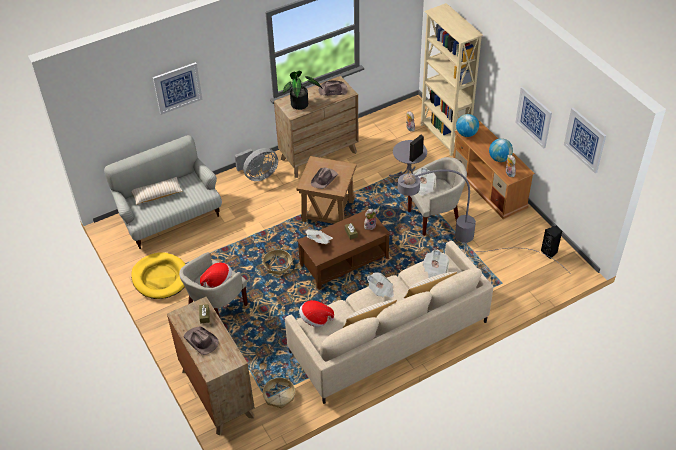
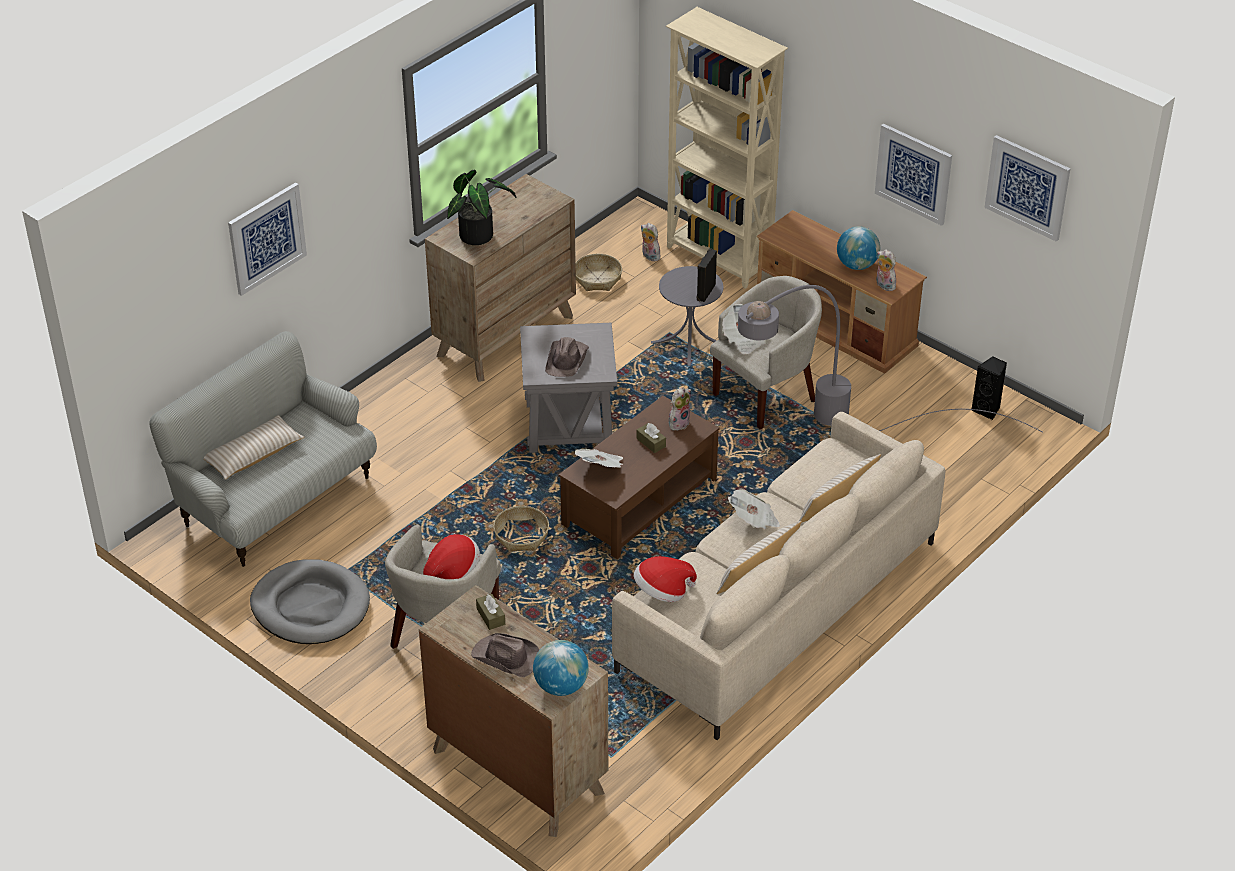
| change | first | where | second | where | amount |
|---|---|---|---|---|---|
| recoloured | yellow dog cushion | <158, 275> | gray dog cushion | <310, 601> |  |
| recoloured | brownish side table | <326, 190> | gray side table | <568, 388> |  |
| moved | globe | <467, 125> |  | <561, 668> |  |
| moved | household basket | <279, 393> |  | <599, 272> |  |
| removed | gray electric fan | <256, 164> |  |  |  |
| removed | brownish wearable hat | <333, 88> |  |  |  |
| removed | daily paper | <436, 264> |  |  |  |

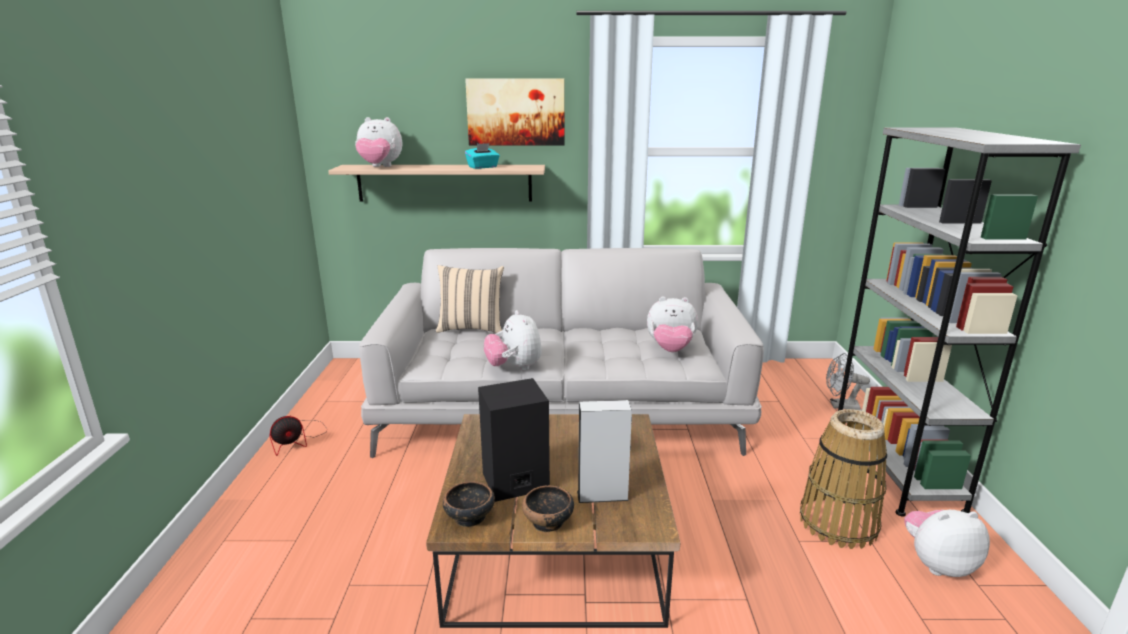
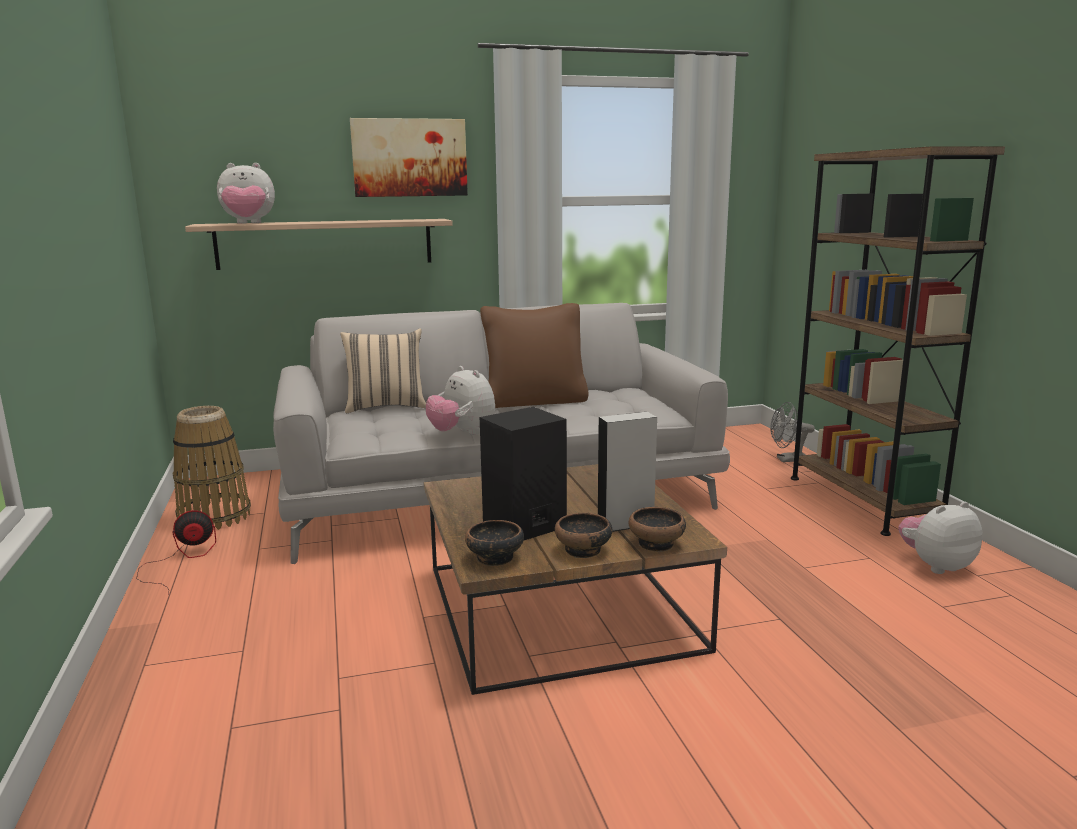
| change | first | where | second | where | amount |
|---|---|---|---|---|---|
| turned | electric fan | <298, 435> |  | <176, 552> | 150 degrees counterclockwise |
| moved | household basket | <843, 479> |  | <212, 468> |  |
| added |  |  | brownish pillow | <534, 355> |  |
| added |  |  | bowl | <657, 529> |  |
| recoloured | gray bookcase | <959, 322> | brownish bookcase | <898, 341> |  |
| removed | turquoise tissue box | <482, 156> |  |  |  |
| removed | plush toy | <672, 324> |  |  |  |

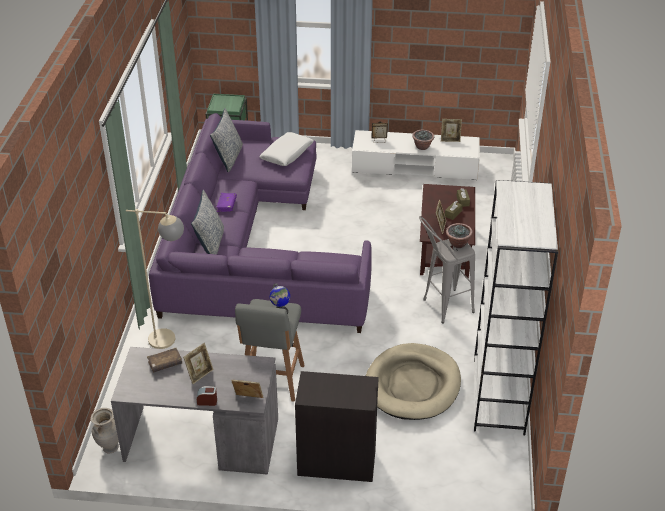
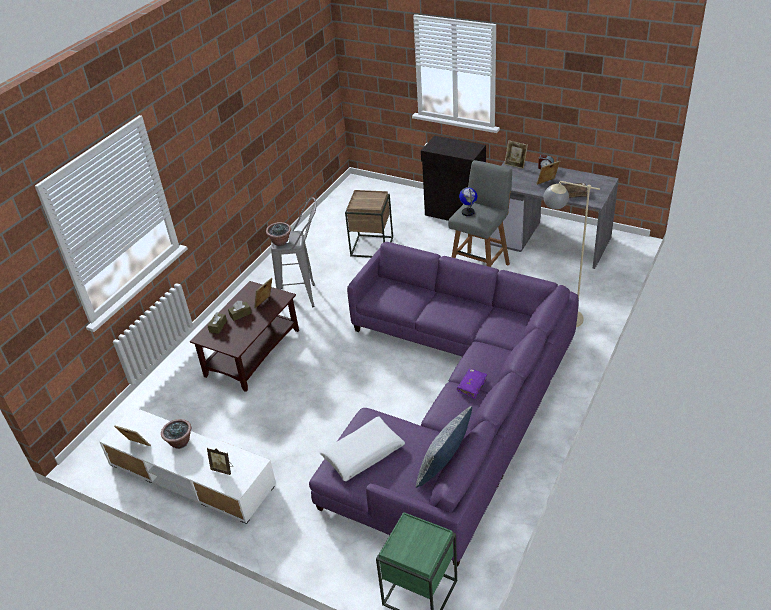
| change | first | where | second | where | amount |
|---|---|---|---|---|---|
| replaced | beige-coloured dog cushion | <413, 381> | brownish side table | <369, 224> |  |
| removed | beige-coloured flower vase | <105, 431> |  |  |  |
| removed | pillow | <207, 222> |  |  |  |
| removed | white-coloured bookcase | <516, 307> |  |  |  |

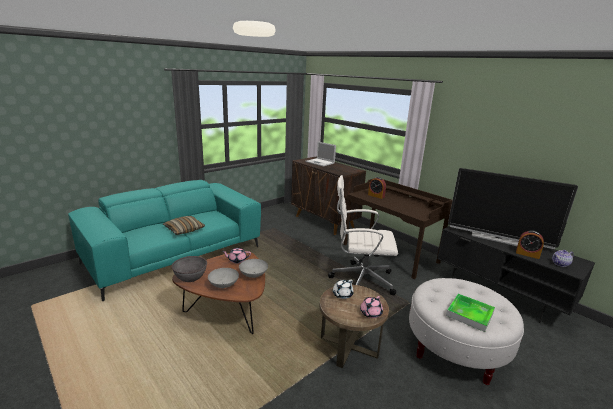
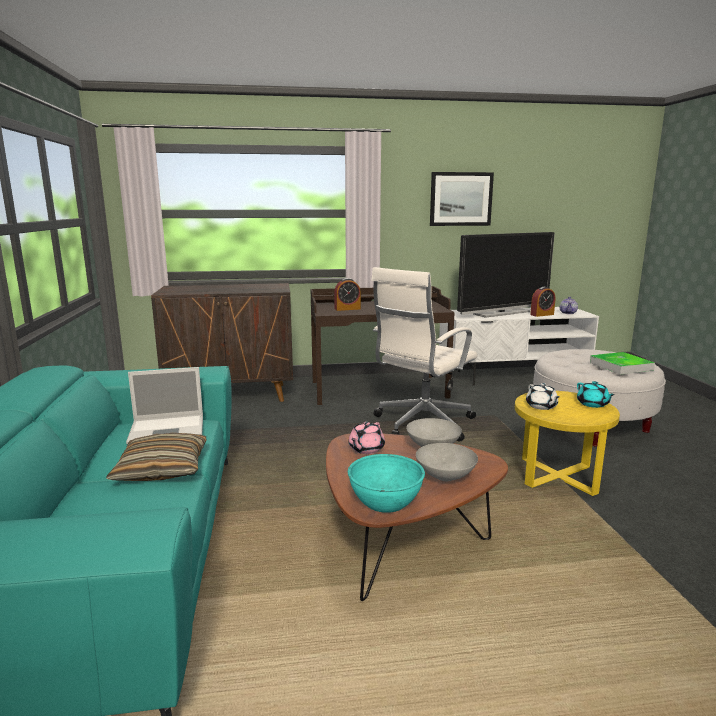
| change | first | where | second | where | amount |
|---|---|---|---|---|---|
| moved | notebook computer | <320, 154> |  | <164, 405> |  |
| recoloured | gray bowl | <189, 269> | turquoise bowl | <386, 483> |  |
| added |  |  | wall picture | <462, 199> |  |
| recoloured | black tv unit | <516, 274> | white-coloured tv unit | <519, 346> |  |
| recoloured | brownish side table | <354, 326> | yellow side table | <567, 443> |  |
| recoloured | pinkish tea pot | <371, 307> | turquoise tea pot | <596, 394> |  |

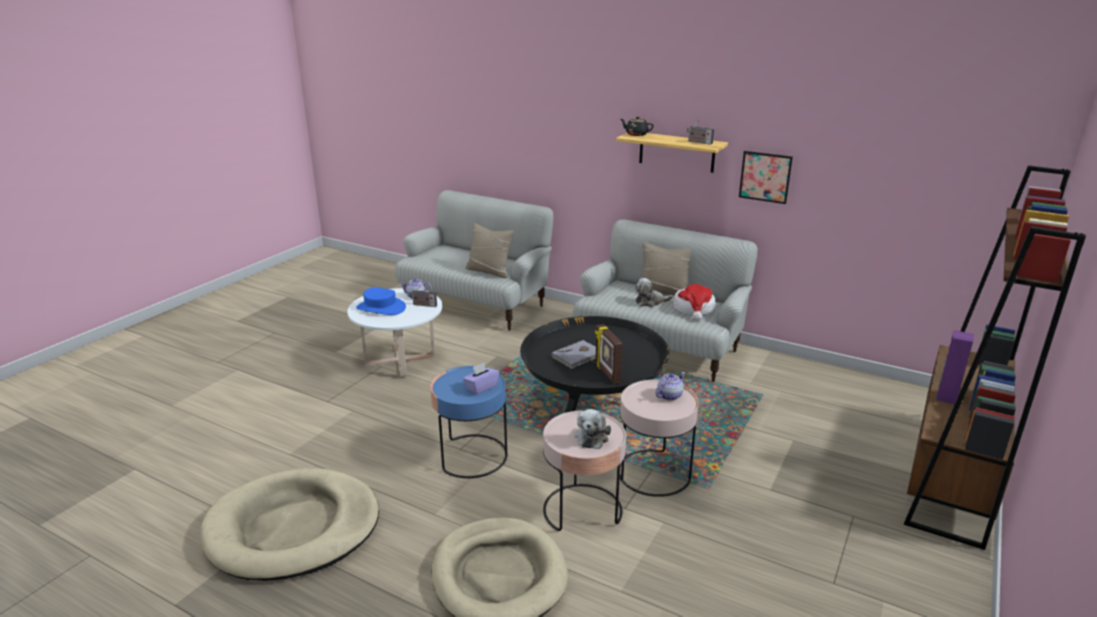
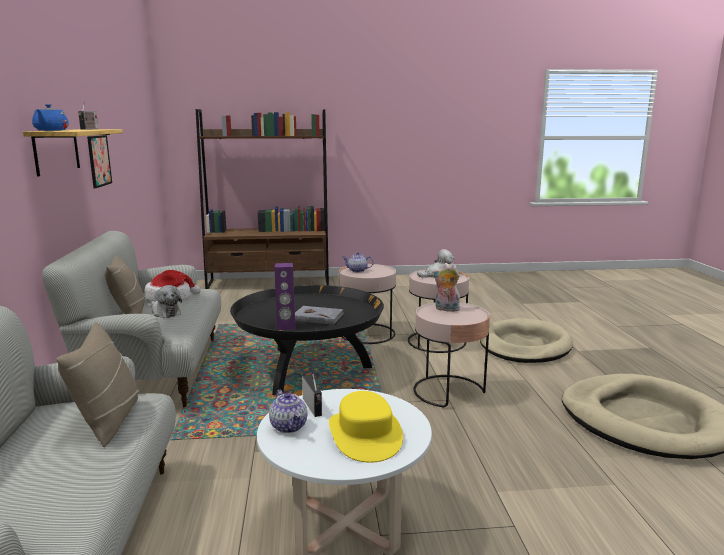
| change | first | where | second | where | amount |
|---|---|---|---|---|---|
| recoloured | black tea pot | <637, 126> | blue tea pot | <50, 117> |  |
| moved | purplish speaker | <955, 367> |  | <284, 296> |  |
| recoloured | blue wearable hat | <381, 301> | yellow wearable hat | <366, 427> |  |
| recoloured | blue side table | <468, 422> | pinkish side table | <451, 354> |  |
| replaced | purplish tissue box | <481, 378> | plush toy | <446, 287> |  |
| removed | standing frame | <609, 354> |  |  |  |

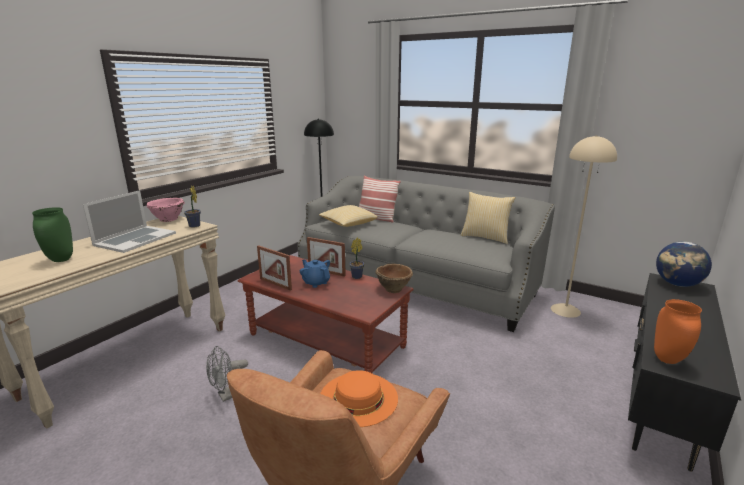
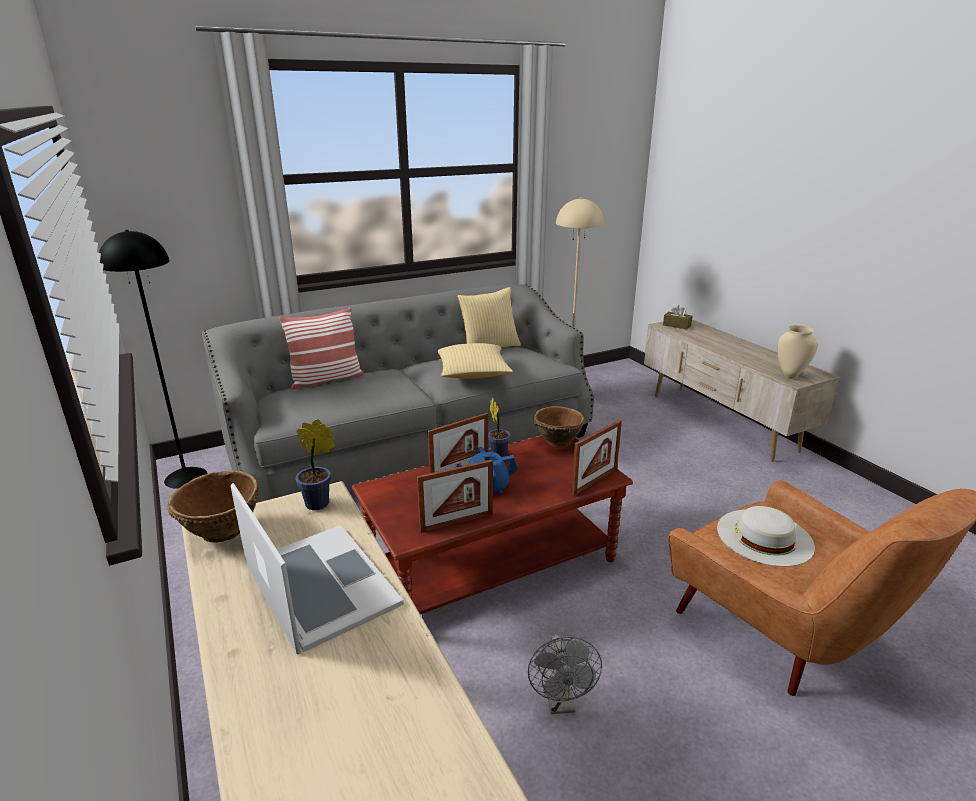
| change | first | where | second | where | amount |
|---|---|---|---|---|---|
| recoloured | pinkish bowl | <165, 210> | brownish bowl | <213, 506> |  |
| moved | pillow | <348, 216> |  | <475, 361> |  |
| added |  |  | standing frame | <596, 458> |  |
| recoloured | black tv unit | <684, 372> | beige-coloured tv unit | <742, 391> |  |
| replaced | globe | <684, 264> | brownish tissue box | <677, 317> |  |
| recoloured | orange-coloured wearable hat | <359, 398> | white-coloured wearable hat | <766, 536> |  |
| recoloured | orange-coloured flower vase | <678, 331> | beige-coloured flower vase | <797, 352> |  |
| removed | green flower vase | <52, 234> |  |  |  |

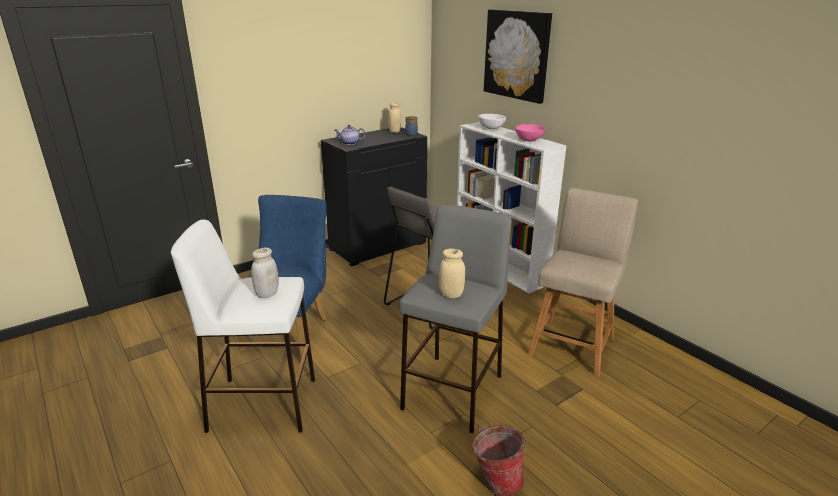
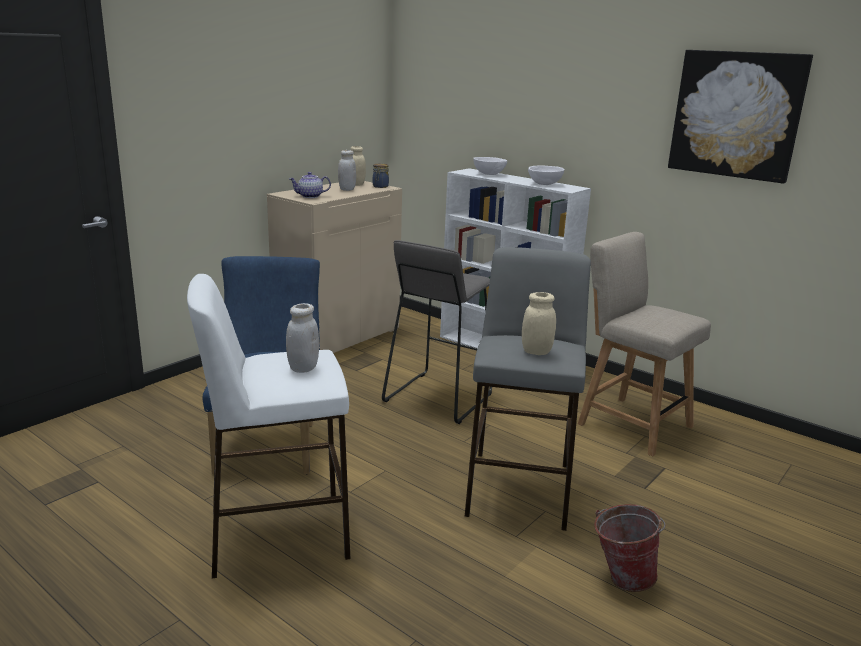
| change | first | where | second | where | amount |
|---|---|---|---|---|---|
| recoloured | black cabinet | <374, 197> | beige-coloured cabinet | <334, 267> |  |
| added |  |  | white-coloured jar | <347, 170> |  |
| recoloured | pinkish bowl | <530, 132> | white-coloured bowl | <546, 175> |  |
| turned | beige-coloured plain chair | <583, 282> |  | <644, 344> | 60 degrees counterclockwise |
| moved | wall picture | <518, 56> |  | <740, 116> |  |

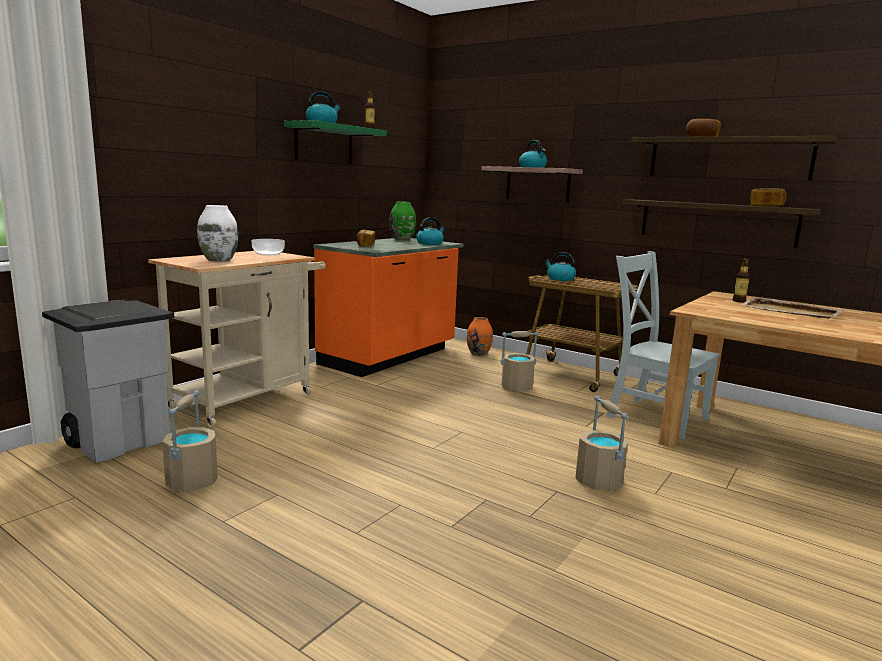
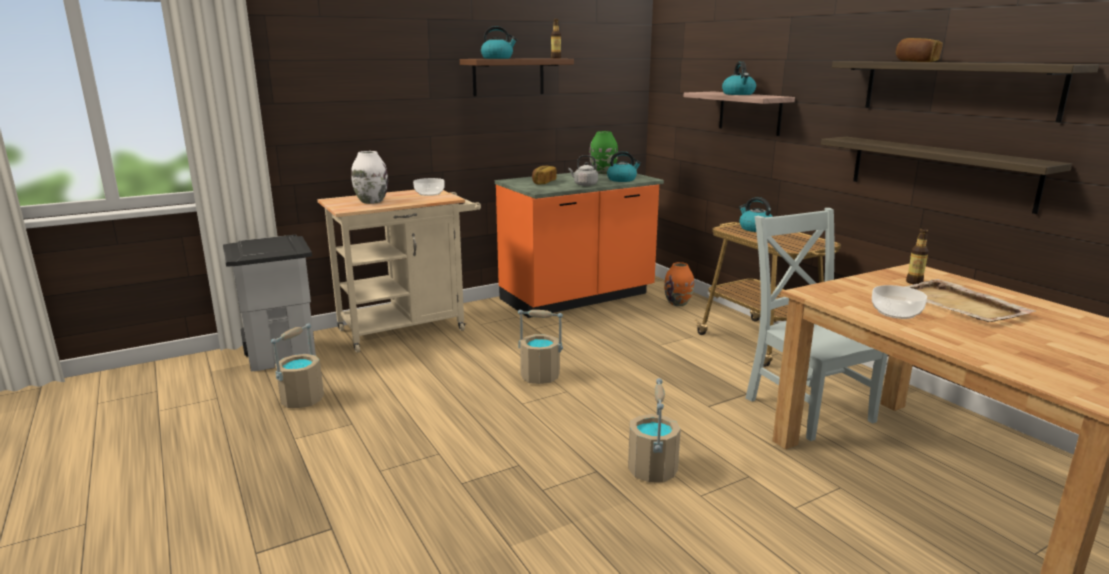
| change | first | where | second | where | amount |
|---|---|---|---|---|---|
| recoloured | green bracket shelf | <335, 142> | brownish bracket shelf | <517, 77> |  |
| moved | beige-coloured water bucket | <519, 361> |  | <540, 347> |  |
| added |  |  | gray water kettle | <583, 170> |  |
| added |  |  | bowl | <899, 302> |  |
| removed | bakery bread | <768, 197> |  |  |  |

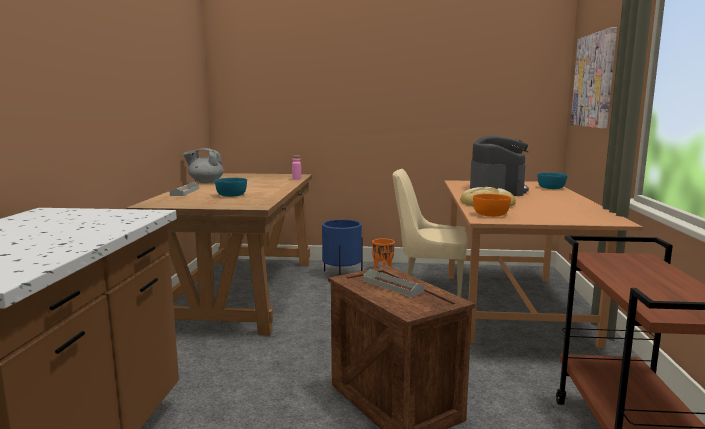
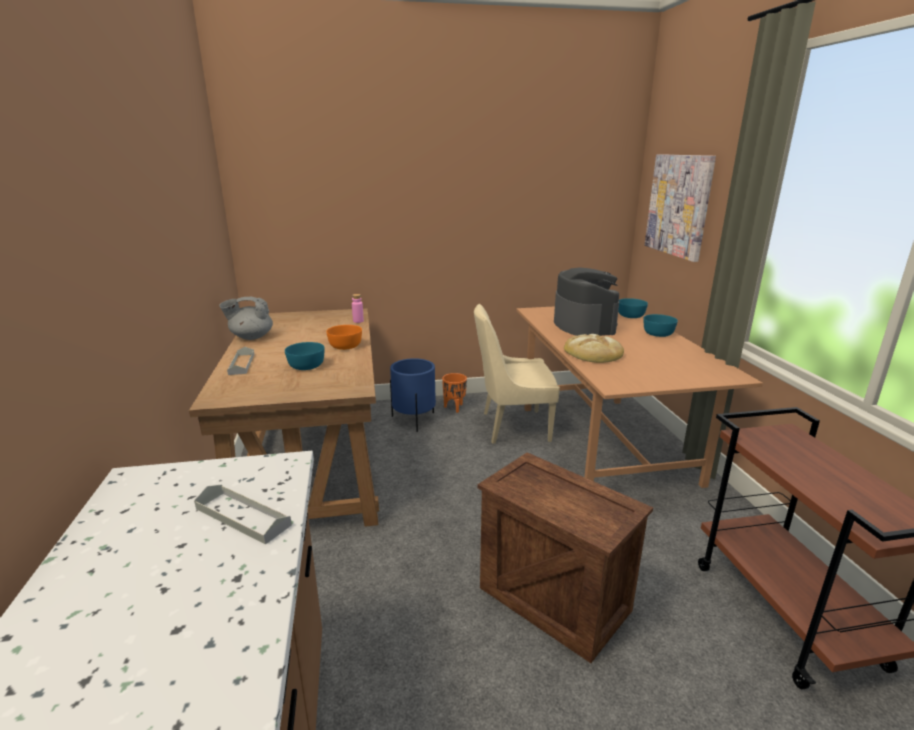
| change | first | where | second | where | amount |
|---|---|---|---|---|---|
| moved | gray serving tray | <393, 283> |  | <243, 515> |  |
| moved | orange-coloured bowl | <492, 205> |  | <344, 337> |  |
| added |  |  | turquoise bowl | <660, 325> |  |

